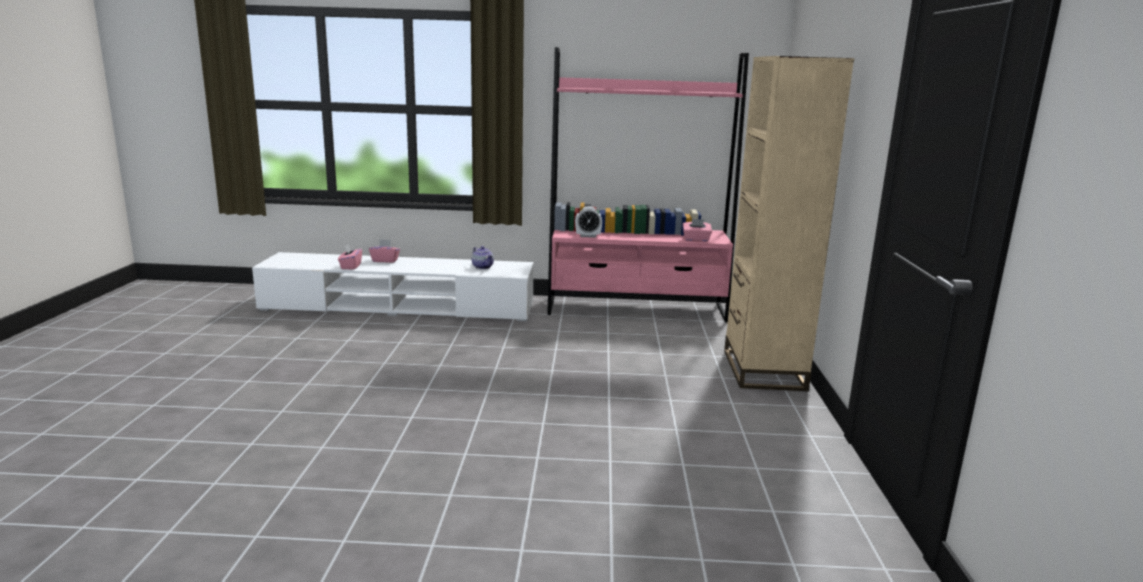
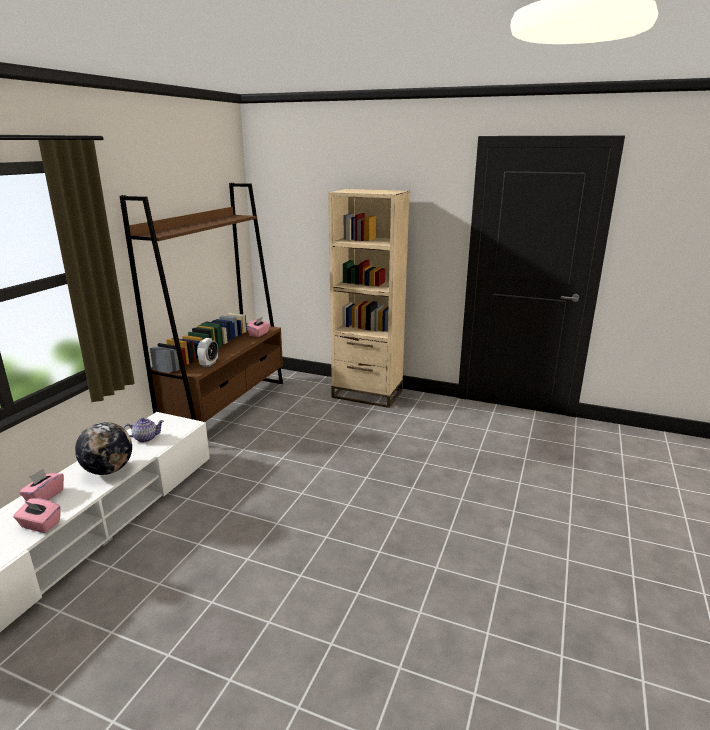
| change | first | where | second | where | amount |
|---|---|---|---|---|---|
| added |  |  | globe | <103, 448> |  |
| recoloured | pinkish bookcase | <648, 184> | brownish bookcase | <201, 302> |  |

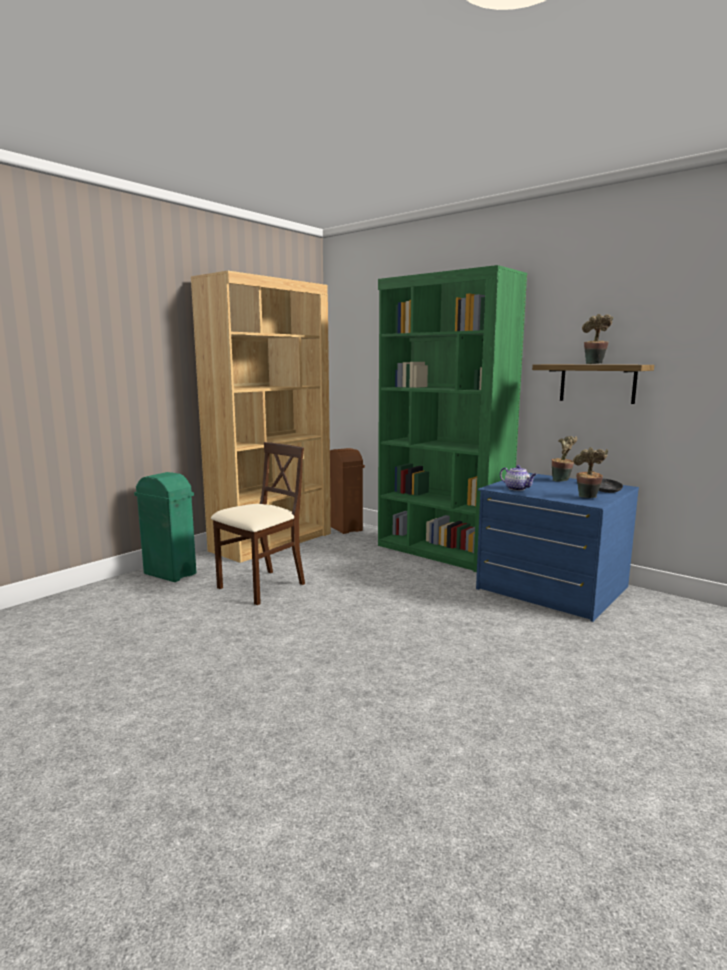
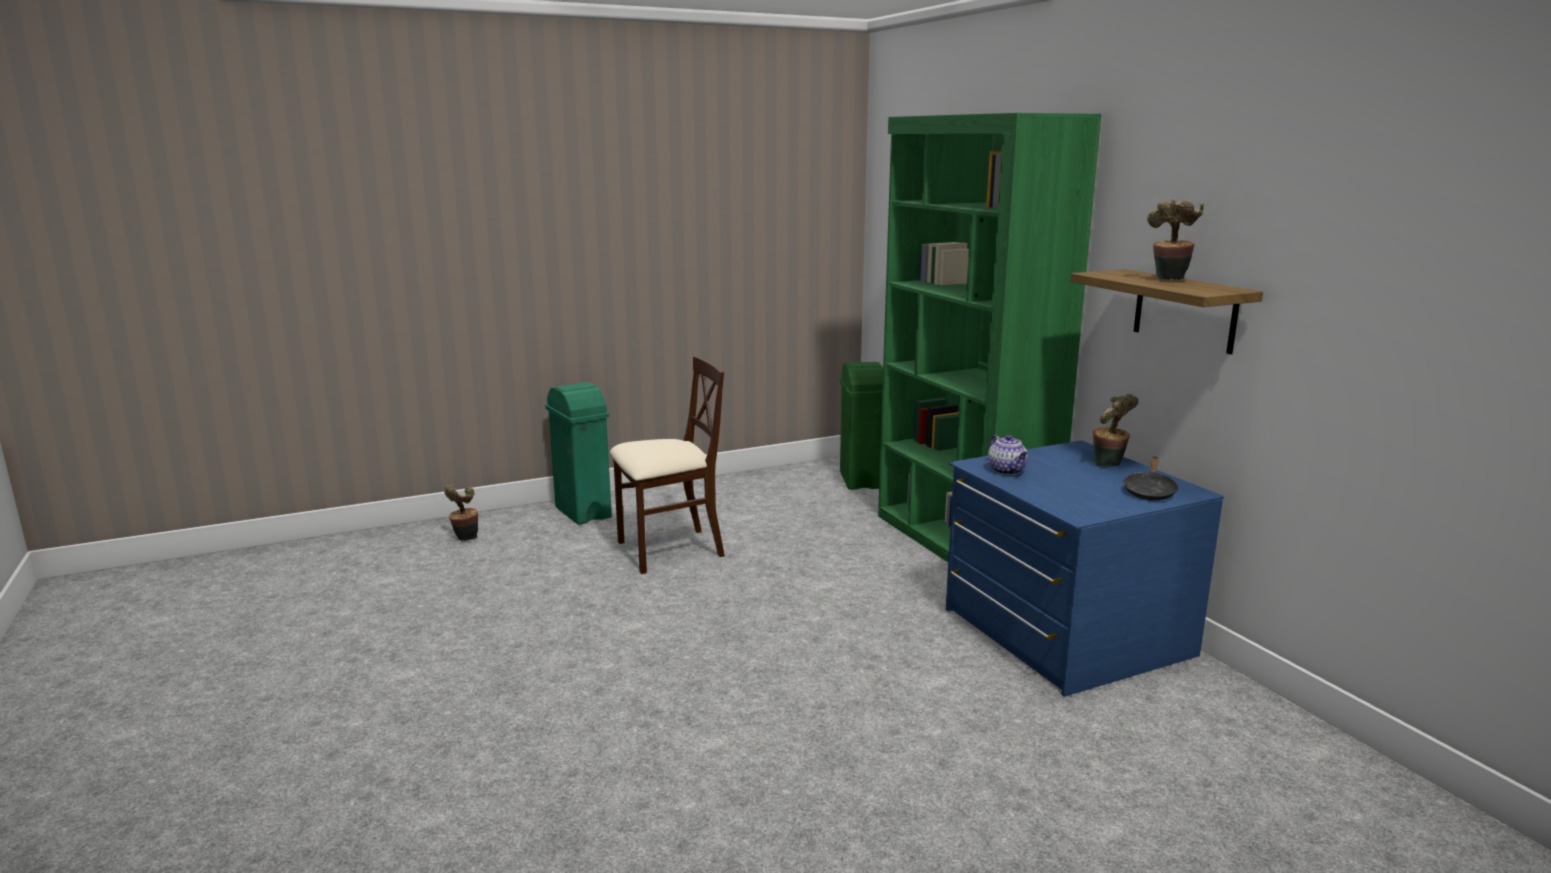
| change | first | where | second | where | amount |
|---|---|---|---|---|---|
| moved | potted plant | <590, 472> |  | <461, 512> |  |
| recoloured | brownish waste bin | <347, 491> | green waste bin | <861, 426> |  |
| removed | brownish bookcase | <261, 417> |  |  |  |

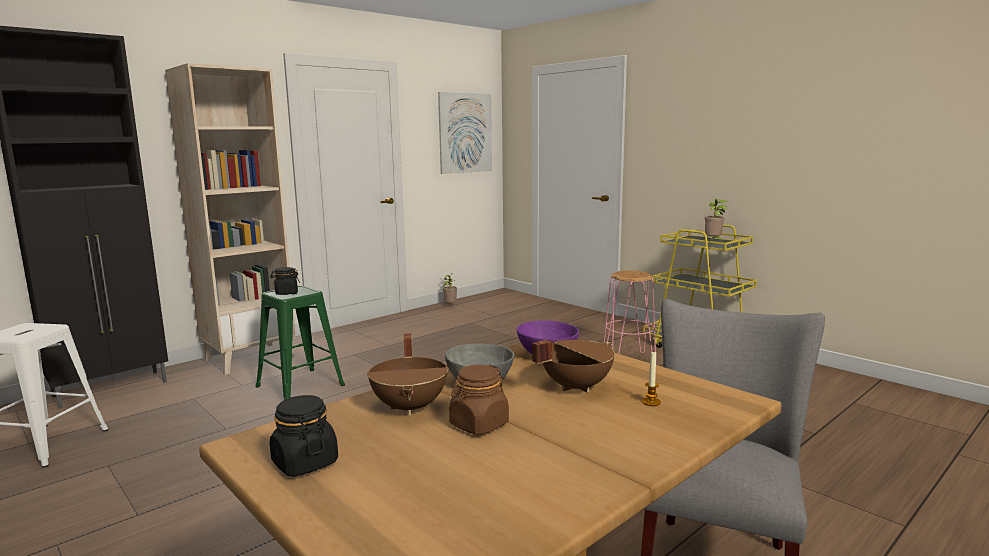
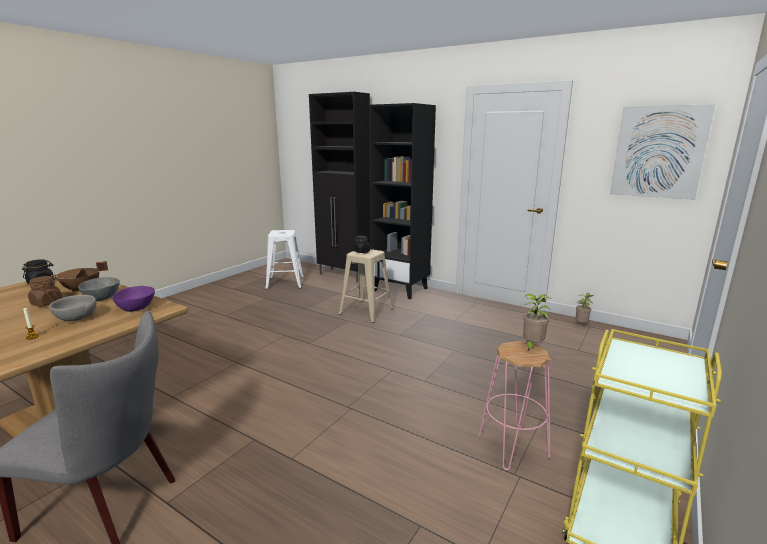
| change | first | where | second | where | amount |
|---|---|---|---|---|---|
| replaced | brownish stockpot | <573, 366> | gray bowl | <72, 308> |  |
| recoloured | green sitting stool | <300, 343> | beige-coloured sitting stool | <365, 286> |  |
| recoloured | beige-coloured bookcase | <230, 219> | black bookcase | <402, 201> |  |
| moved | potted plant | <716, 220> |  | <537, 323> |  |

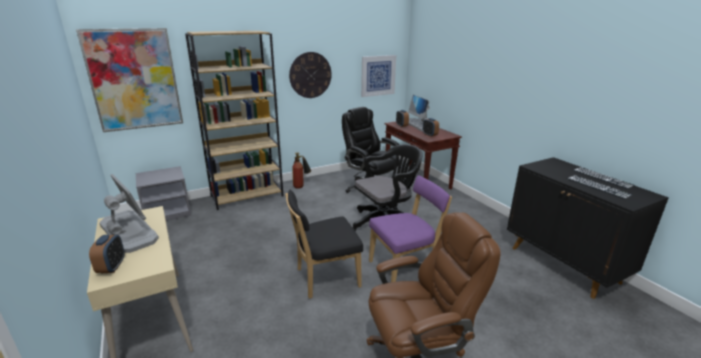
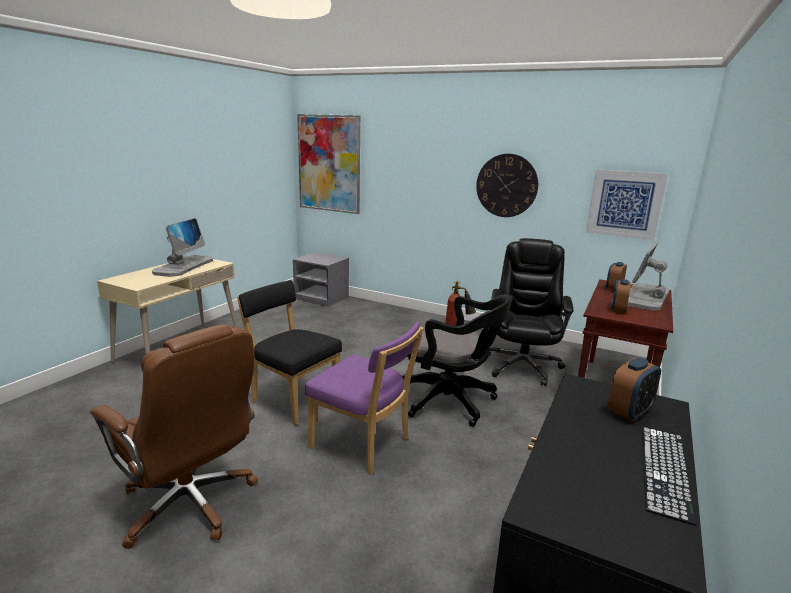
| change | first | where | second | where | amount |
|---|---|---|---|---|---|
| moved | bedside clock | <107, 254> |  | <634, 390> |  |
| removed | brownish bookcase | <234, 120> |  |  |  |
| removed | keyboard | <599, 187> |  |  |  |

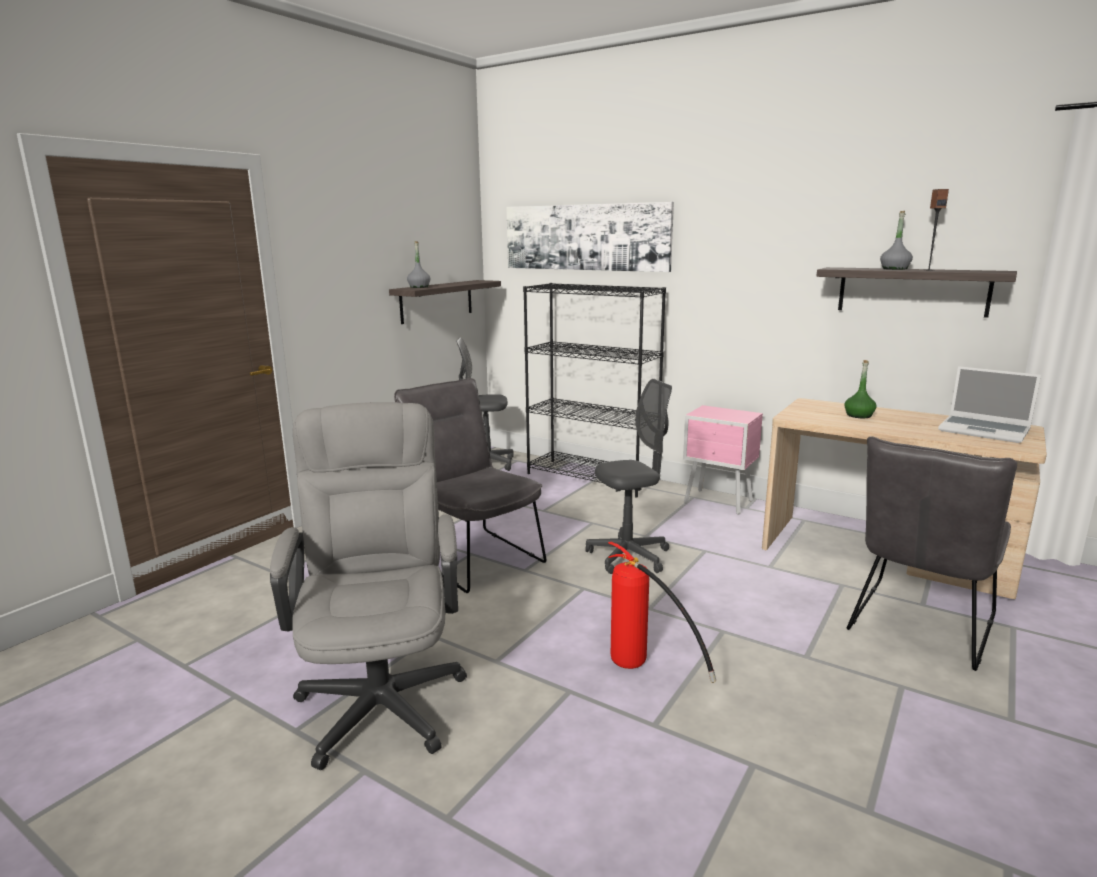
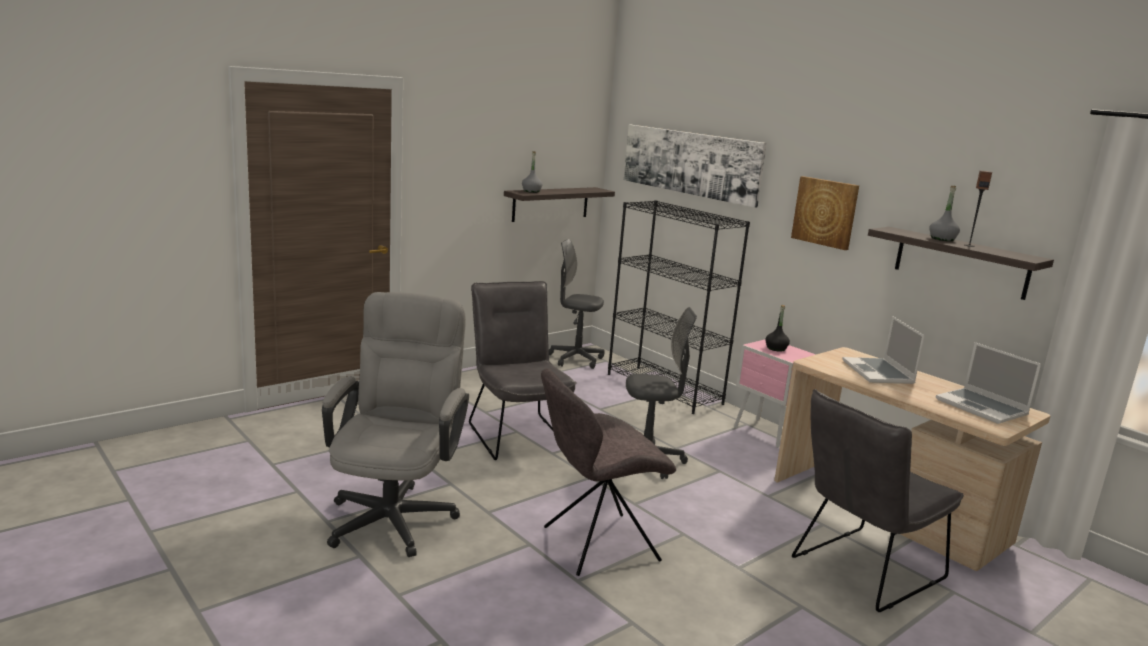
| change | first | where | second | where | amount |
|---|---|---|---|---|---|
| replaced | fire-fighting cylinder | <662, 612> | gray plain chair | <608, 472> |  |
| added |  |  | black beverage bottle | <777, 328> |  |
| added |  |  | wall picture | <825, 213> |  |
| replaced | green beverage bottle | <860, 389> | notebook computer | <883, 350> |  |

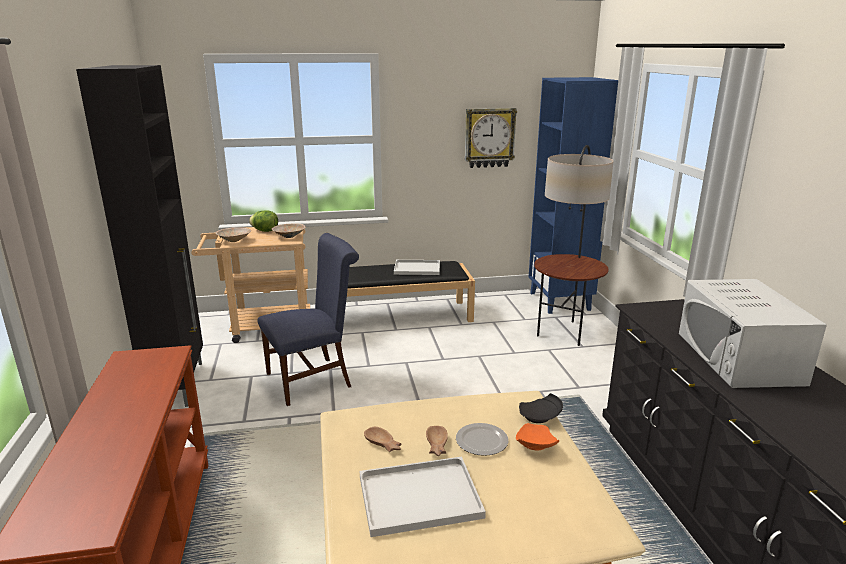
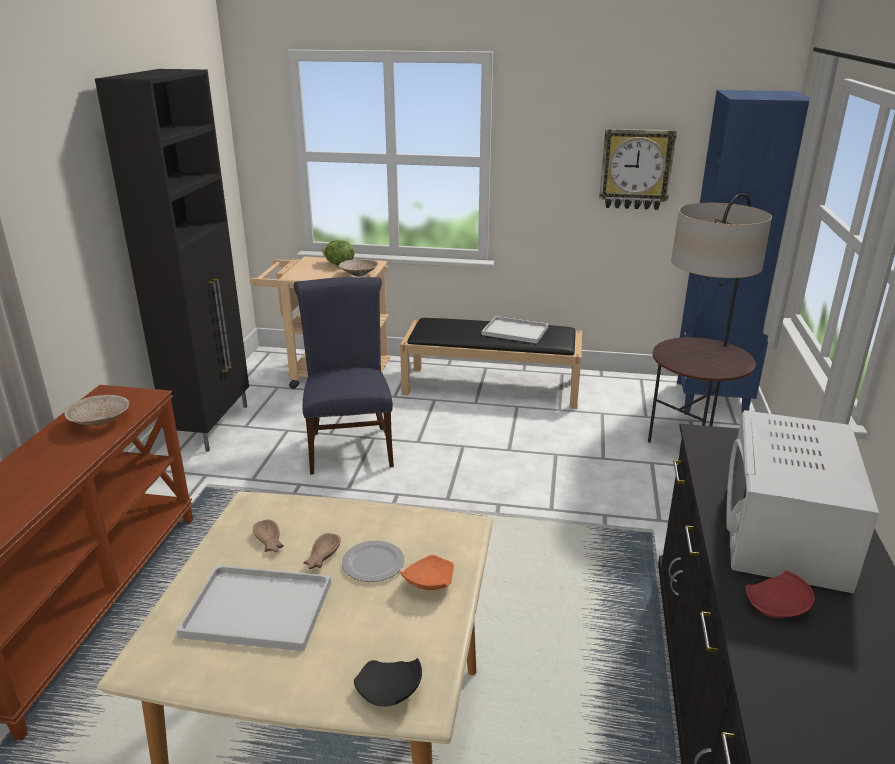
| change | first | where | second | where | amount |
|---|---|---|---|---|---|
| moved | beige-coloured bowl | <233, 234> |  | <97, 410> |  |
| turned | blue plain chair | <308, 319> |  | <344, 376> | 90 degrees counterclockwise |
| moved | black plate | <541, 408> |  | <388, 682> |  |
| added |  |  | red plate | <780, 594> |  |

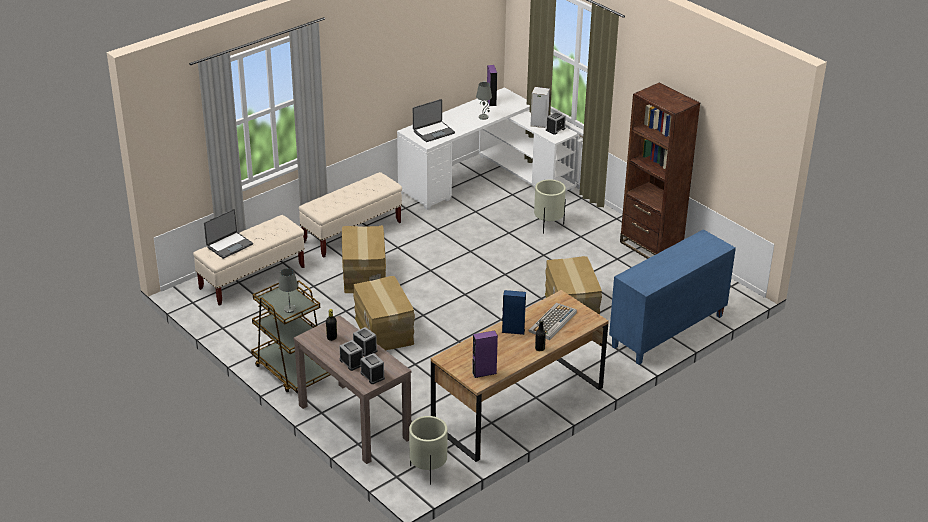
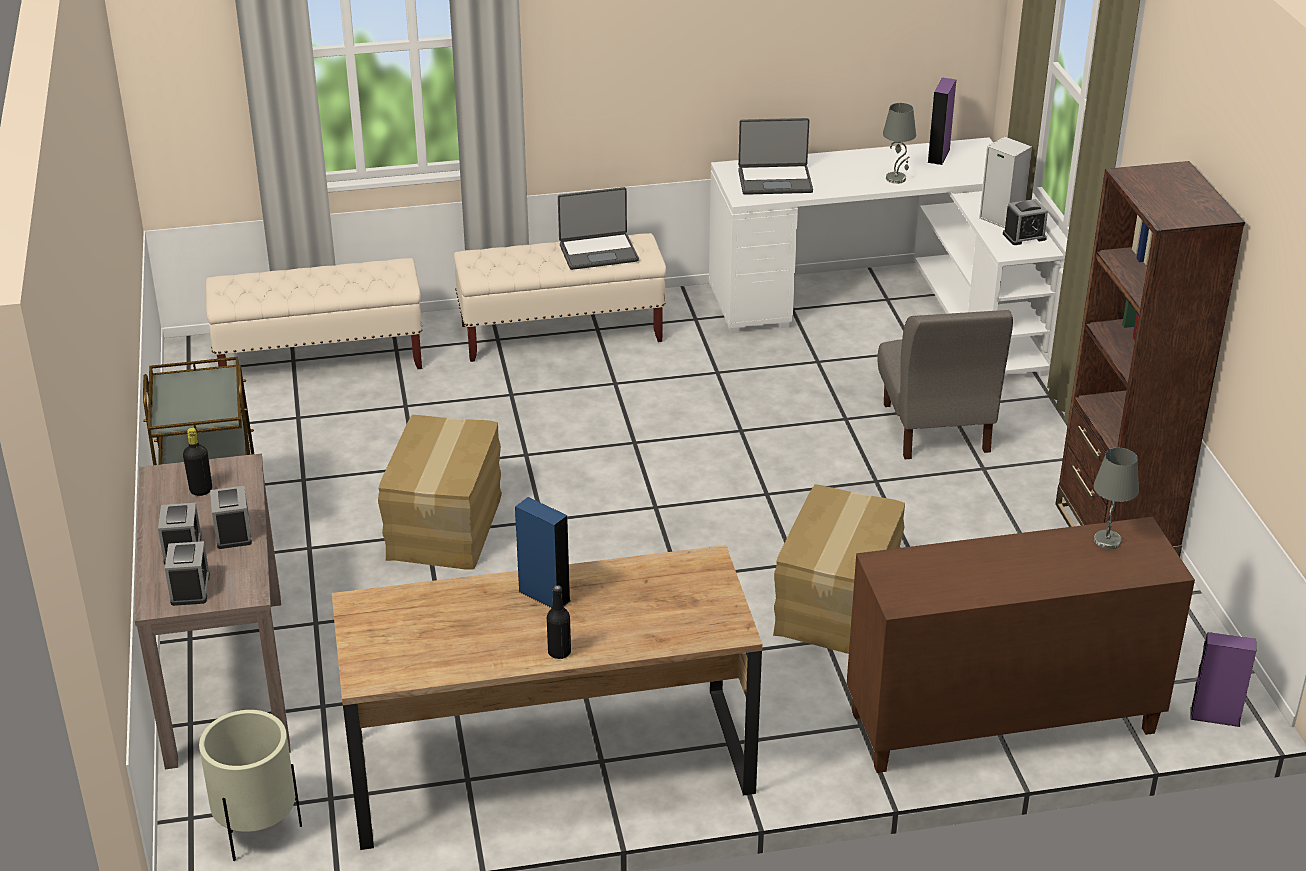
| change | first | where | second | where | amount |
|---|---|---|---|---|---|
| moved | notebook computer | <228, 234> |  | <598, 228> |  |
| recoloured | blue cabinet | <672, 297> | brownish cabinet | <1021, 645> |  |
| replaced | beige-coloured flower pot | <550, 206> | gray plain chair | <945, 384> |  |
| moved | gray lamp for a table | <288, 290> |  | <1116, 498> |  |
| moved | purplish speaker | <485, 354> |  | <1223, 679> |  |
| removed | cardboard box | <364, 259> |  |  |  |
| removed | keyboard | <552, 321> |  |  |  |

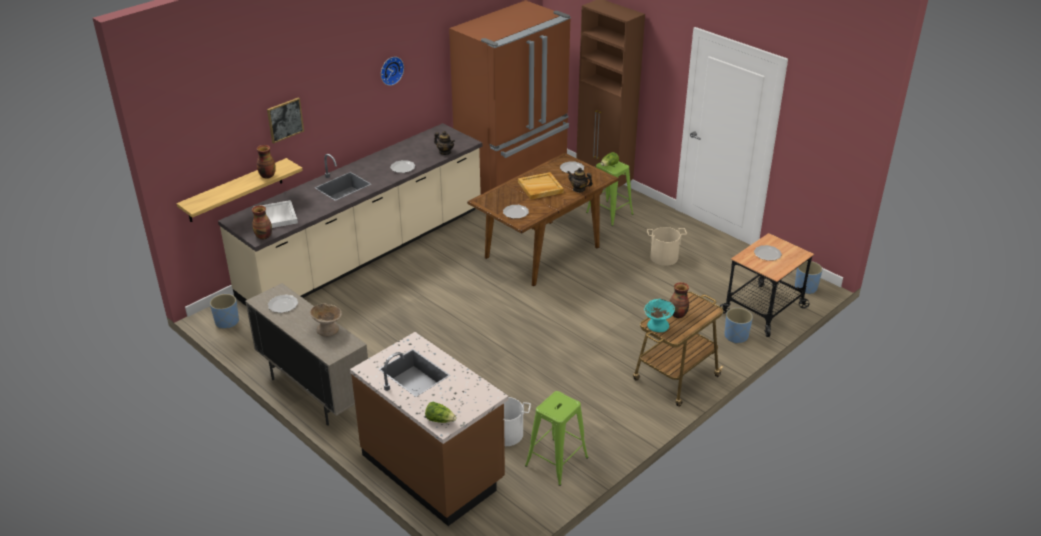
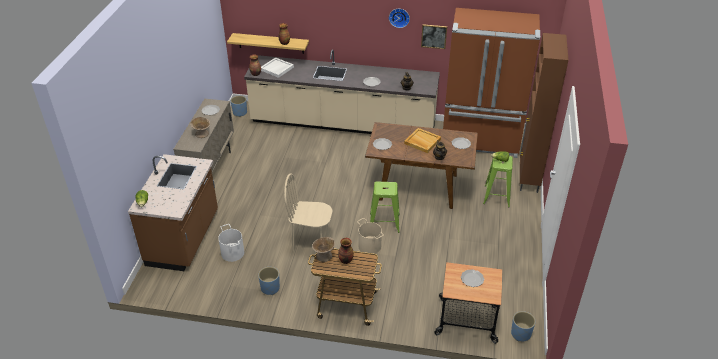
| change | first | where | second | where | amount |
|---|---|---|---|---|---|
| moved | blue flower pot | <738, 326> |  | <269, 281> |  |
| added |  |  | beige-coloured plain chair | <308, 212> |  |
| recoloured | turquoise bowl | <659, 315> | beige-coloured bowl | <323, 249> |  |
| moved | beige-coloured water bucket | <667, 246> |  | <370, 236> |  |
| moved | green sitting stool | <556, 438> |  | <385, 207> |  |
| moved | wall picture | <285, 120> |  | <434, 36> |  |

